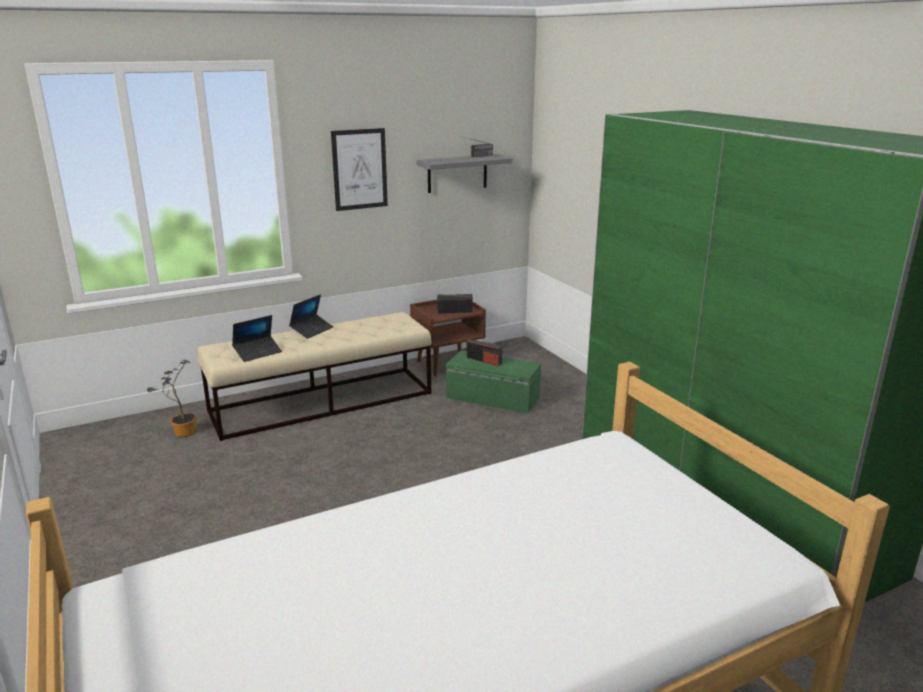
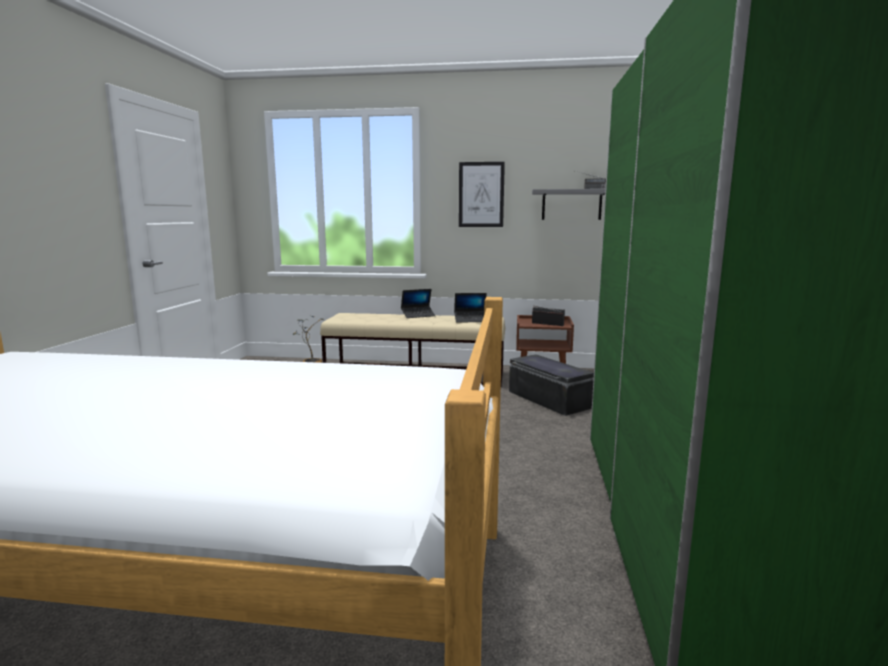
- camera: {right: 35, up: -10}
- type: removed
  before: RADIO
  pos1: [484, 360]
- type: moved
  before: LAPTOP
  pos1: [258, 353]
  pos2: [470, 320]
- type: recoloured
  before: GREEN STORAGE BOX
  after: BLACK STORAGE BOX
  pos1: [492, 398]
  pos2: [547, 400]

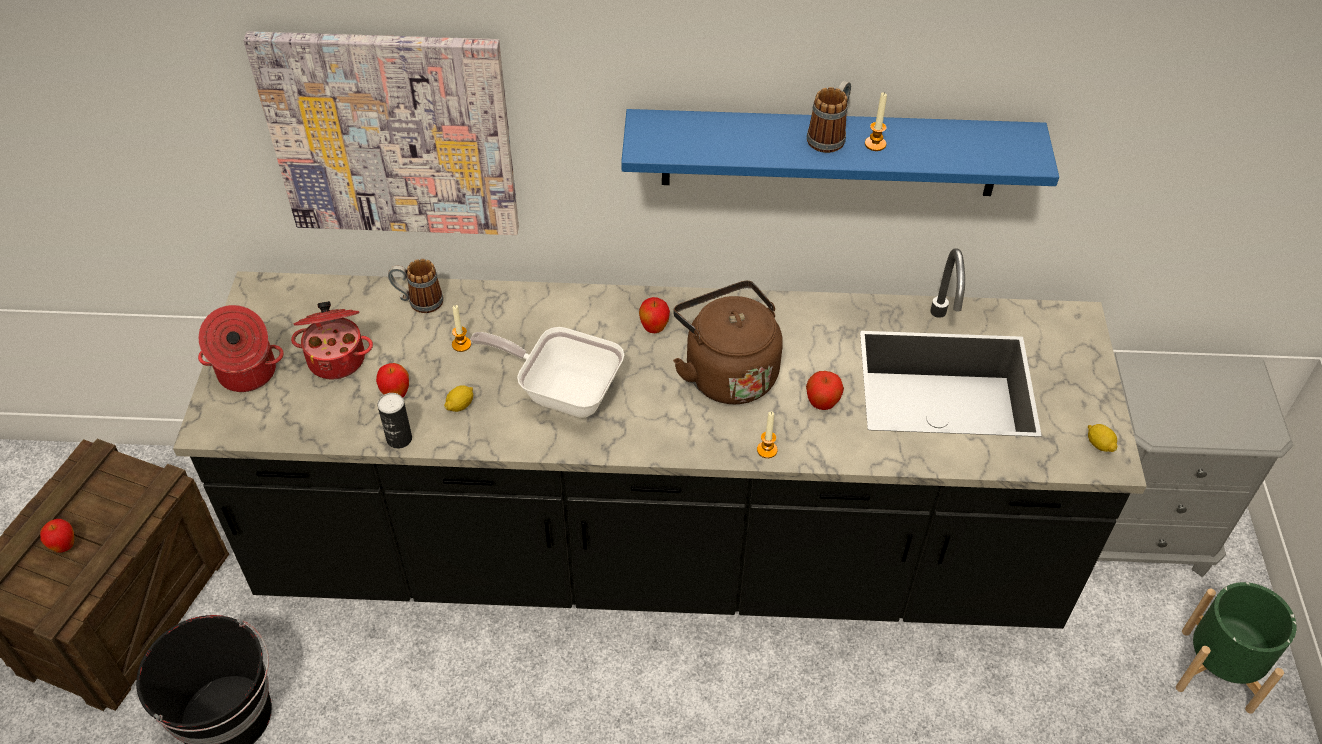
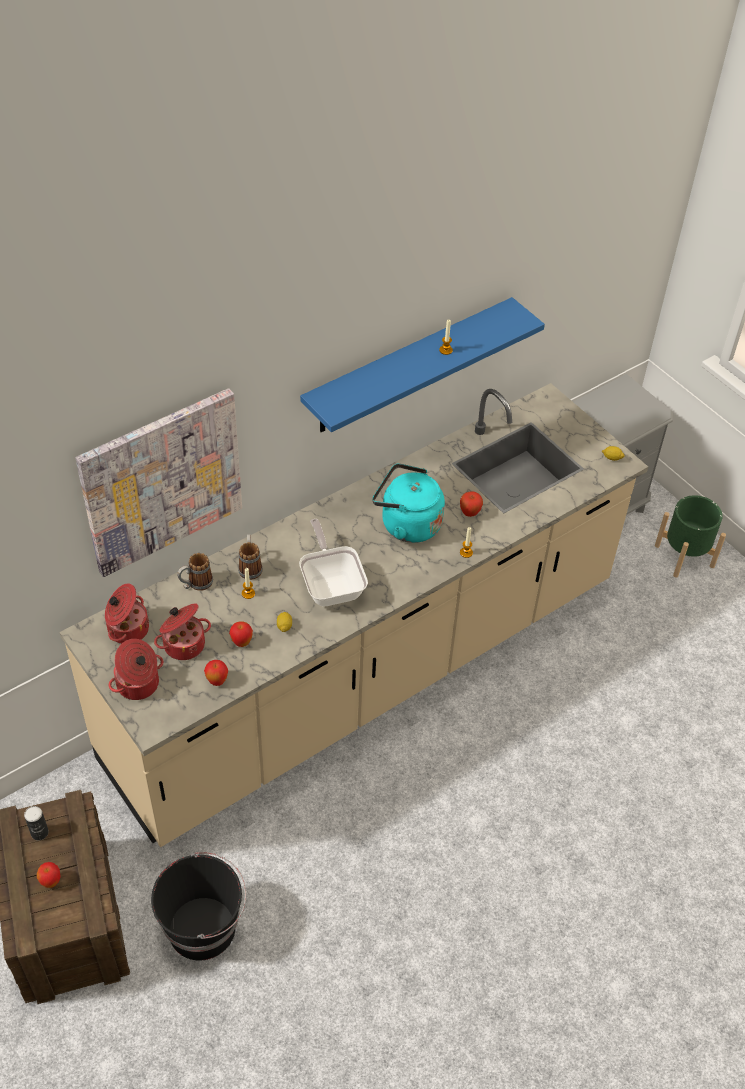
- camera: {right: -40, up: 0}
- type: added
  after: COOKING POT
  pos2: [127, 629]
- type: moved
  before: CAN
  pos1: [399, 439]
  pos2: [39, 832]
- type: moved
  before: APPLE
  pos1: [654, 328]
  pos2: [217, 681]
- type: moved
  before: MUG
  pos1: [830, 136]
  pos2: [250, 566]
- type: recoloured
  before: BLACK COUNTER
  after: BEIGE COUNTER
  pos1: [659, 553]
  pos2: [366, 672]
- type: recoloured
  before: BROWN KETTLE
  after: TURQUOISE KETTLE
  pos1: [727, 372]
  pos2: [407, 524]
- type: turned
  before: FRYING PAN
  pos1: [562, 390]
  pos2: [331, 585]
  turn: 90

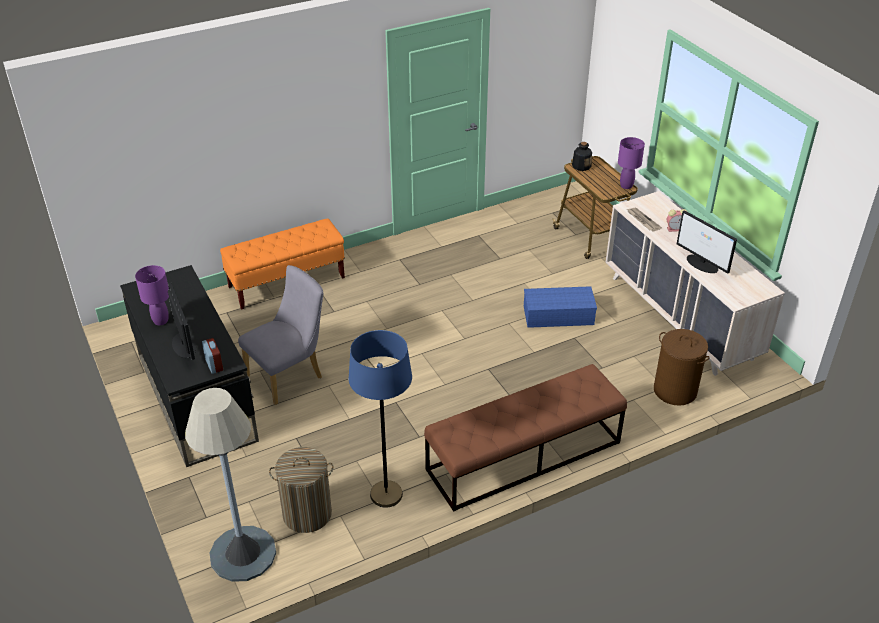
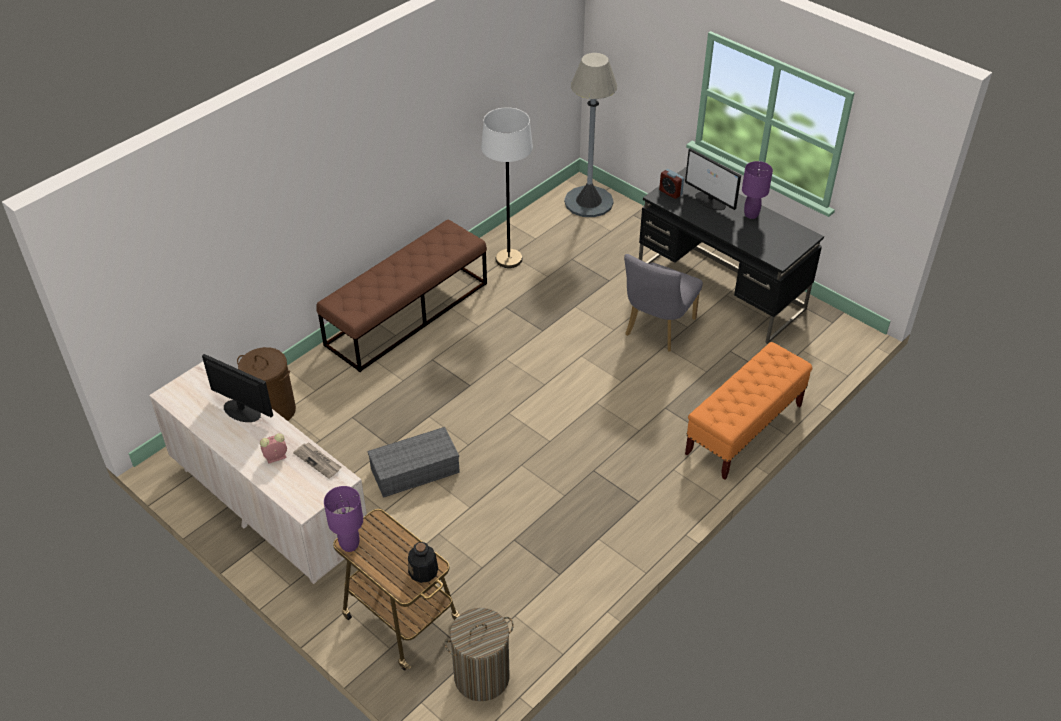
- camera: {right: 160, up: 5}
- type: moved
  before: LAUNDRY BASKET
  pos1: [307, 514]
  pos2: [482, 676]
- type: recoloured
  before: BLUE FLOOR LAMP
  after: WHITE FLOOR LAMP
  pos1: [386, 495]
  pos2: [508, 259]
- type: recoloured
  before: BLUE STORAGE BOX
  after: GREY STORAGE BOX
  pos1: [559, 315]
  pos2: [414, 471]

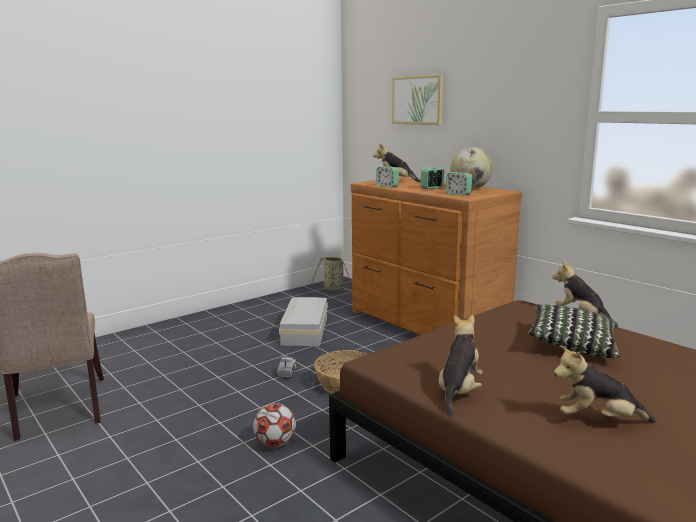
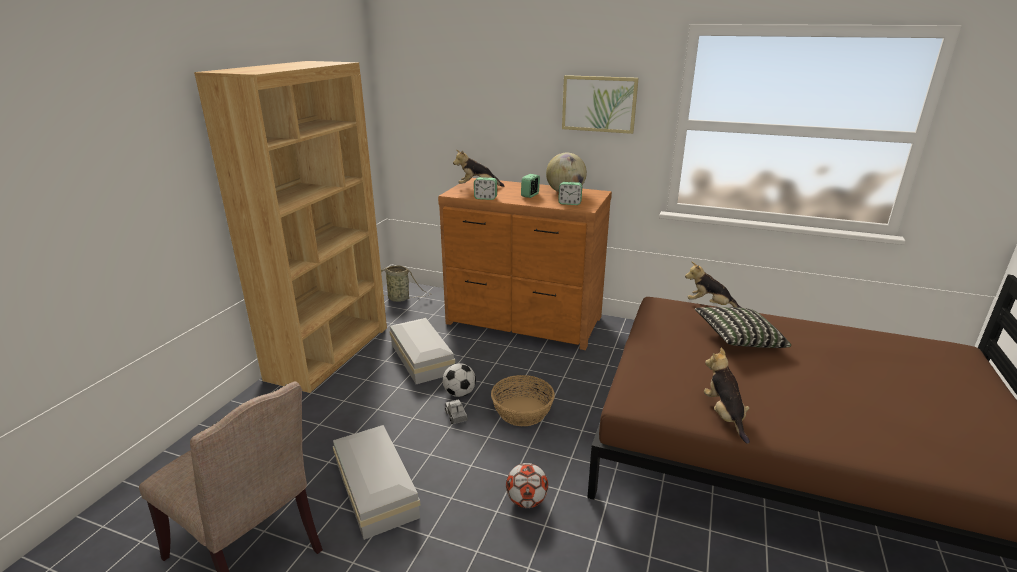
- camera: {right: -30, up: 10}
- type: removed
  before: PLUSH TOY
  pos1: [597, 419]
- type: added
  after: BROWN BOOKCASE
  pos2: [329, 352]
- type: added
  after: WHITE STORAGE BOX
  pos2: [377, 487]
- type: added
  after: FOOTBALL
  pos2: [459, 393]
- type: moved
  before: PICTURE
  pos1: [417, 100]
  pos2: [599, 104]

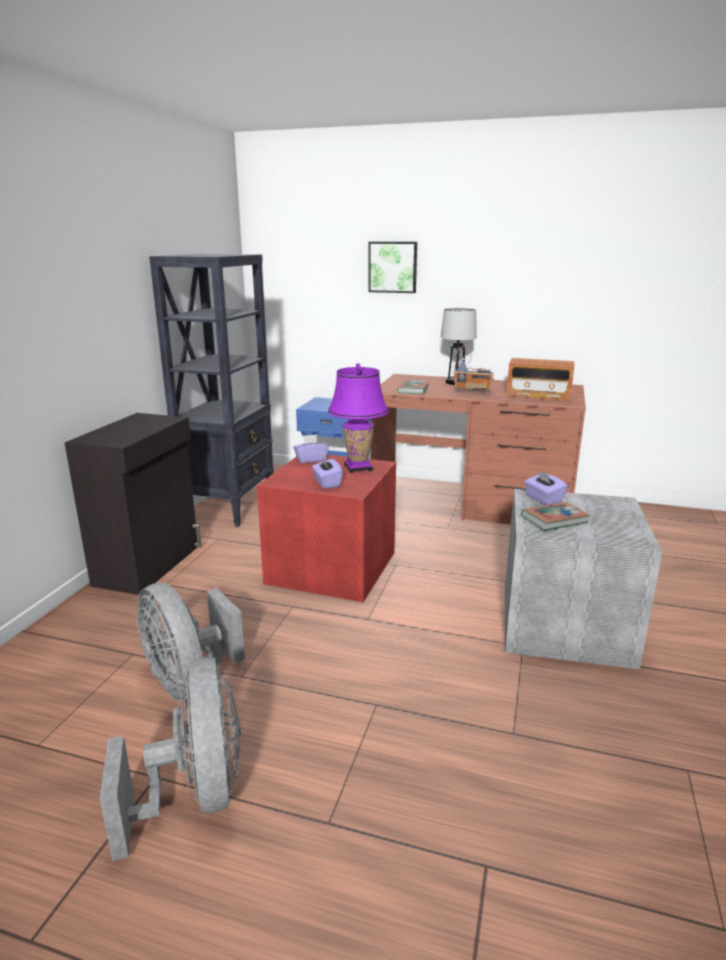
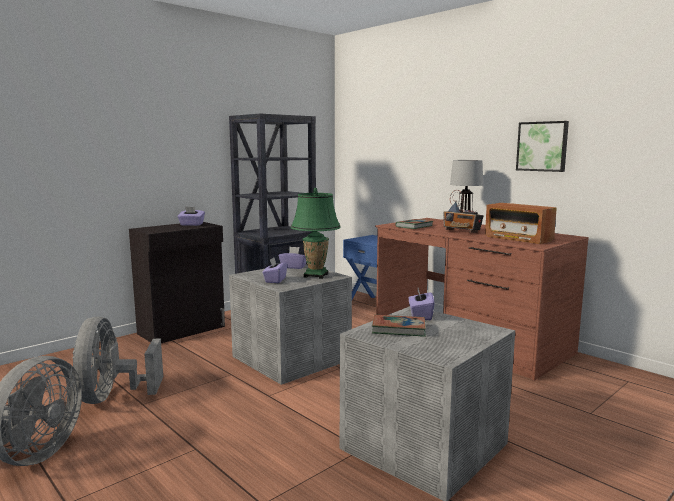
- camera: {right: 30, up: -10}
- type: added
  after: PURPLE TISSUE BOX
  pos2: [191, 224]
- type: moved
  before: PICTURE
  pos1: [393, 267]
  pos2: [542, 146]
- type: recoloured
  before: RED STORAGE BOX
  after: GREY STORAGE BOX
  pos1: [330, 566]
  pos2: [291, 357]
- type: recoloured
  before: PURPLE TABLE LAMP
  after: GREEN TABLE LAMP
  pos1: [358, 468]
  pos2: [316, 275]

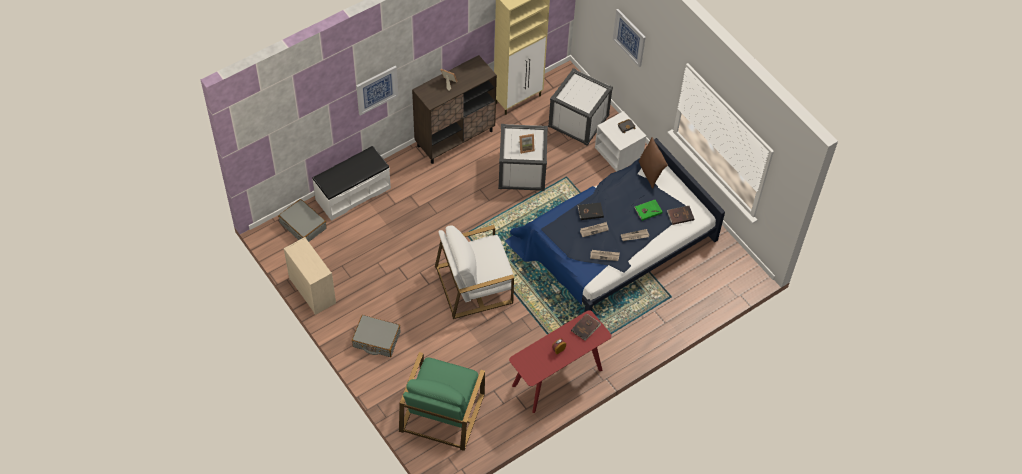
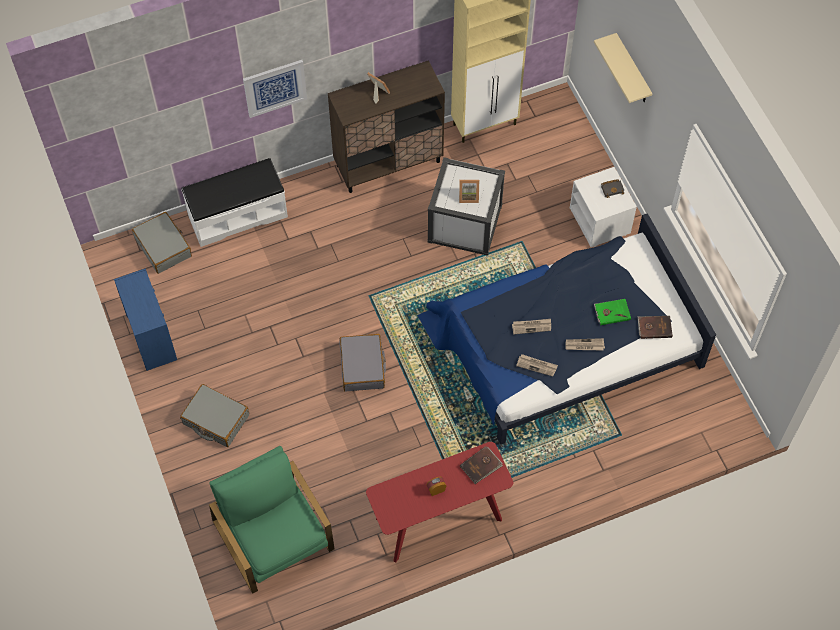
- camera: {right: 15, up: 5}
- type: removed
  before: WHITE STORAGE BOX
  pos1: [579, 120]
- type: removed
  before: BLACK BOOK
  pos1: [590, 211]
- type: removed
  before: BROWN PILLOW
  pos1: [650, 173]
- type: replaced
  before: WHITE ARMCHAIR
  after: GREY SUITCASE
  pos1: [474, 283]
  pos2: [362, 367]
- type: replaced
  before: PICTURE
  after: BEIGE SHELF
  pos1: [629, 37]
  pos2: [632, 70]
- type: recoloured
  before: BEIGE DRESSER
  after: BLUE DRESSER
  pos1: [312, 290]
  pos2: [151, 337]
- type: turned
  before: GREEN ARMCHAIR
  pos1: [441, 411]
  pos2: [274, 535]
  turn: 120

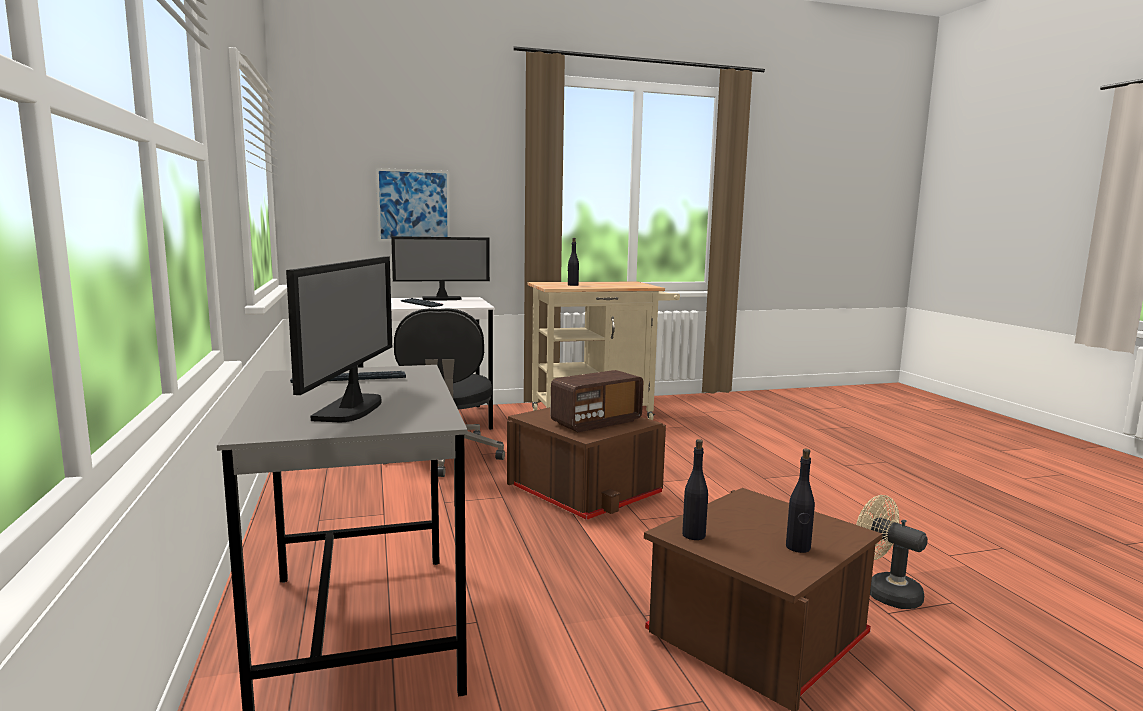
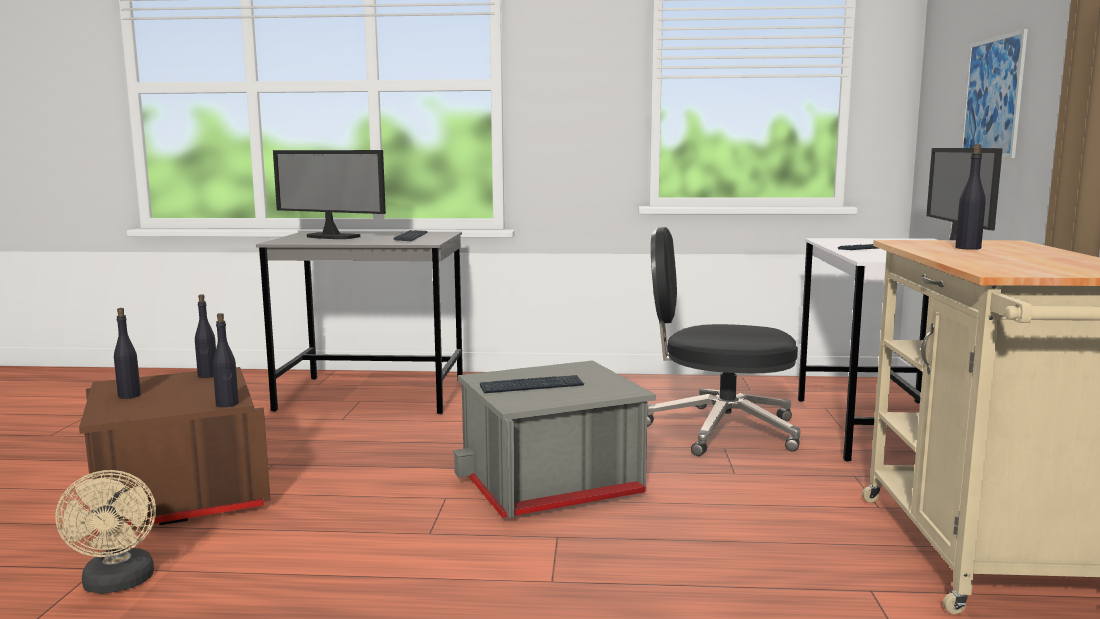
- camera: {right: 110, up: 0}
- type: added
  after: BLACK BOTTLE
  pos2: [227, 404]
- type: replaced
  before: RADIO
  after: KEYBOARD
  pos1: [596, 422]
  pos2: [532, 386]
- type: recoloured
  before: BROWN STORAGE BOX
  after: GREY STORAGE BOX
  pos1: [584, 491]
  pos2: [553, 483]
- type: turned
  before: BEIGE FAN
  pos1: [885, 593]
  pos2: [118, 584]
  turn: 90

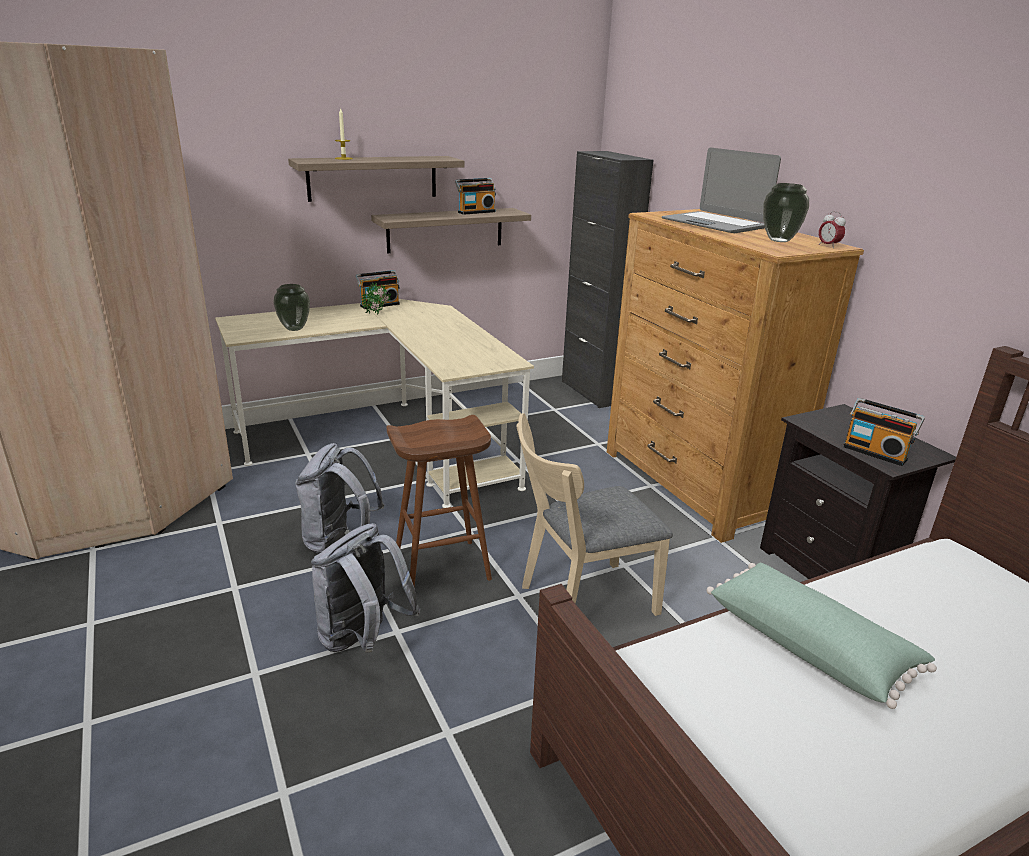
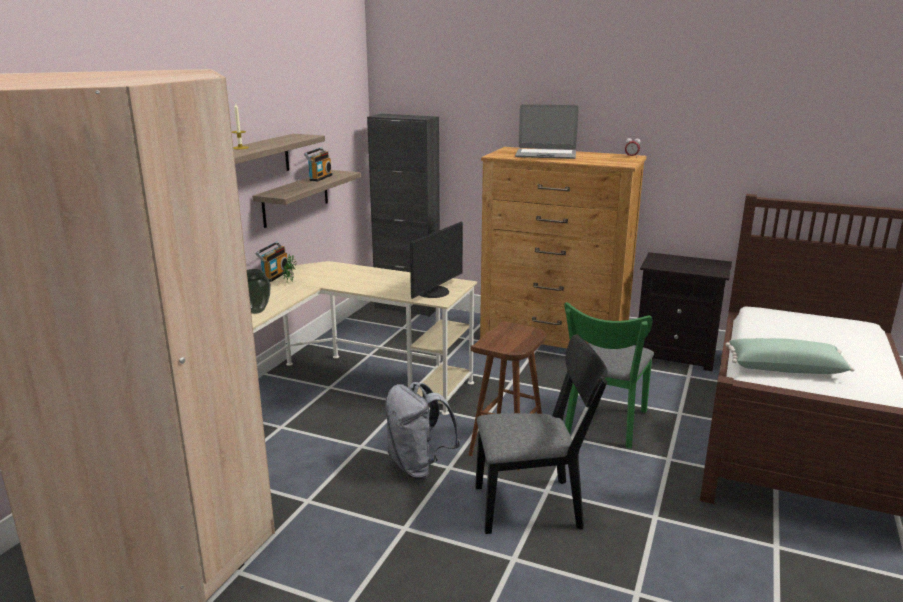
- camera: {right: -40, up: -5}
- type: removed
  before: VASE
  pos1: [779, 240]
- type: removed
  before: RADIO
  pos1: [875, 452]
- type: added
  after: MONITOR
  pos2: [434, 292]
- type: replaced
  before: GREY BACKPACK
  after: BLACK CHAIR
  pos1: [362, 639]
  pos2: [536, 505]
- type: recoloured
  before: BEIGE CHAIR
  after: GREEN CHAIR
  pos1: [579, 602]
  pos2: [604, 425]

